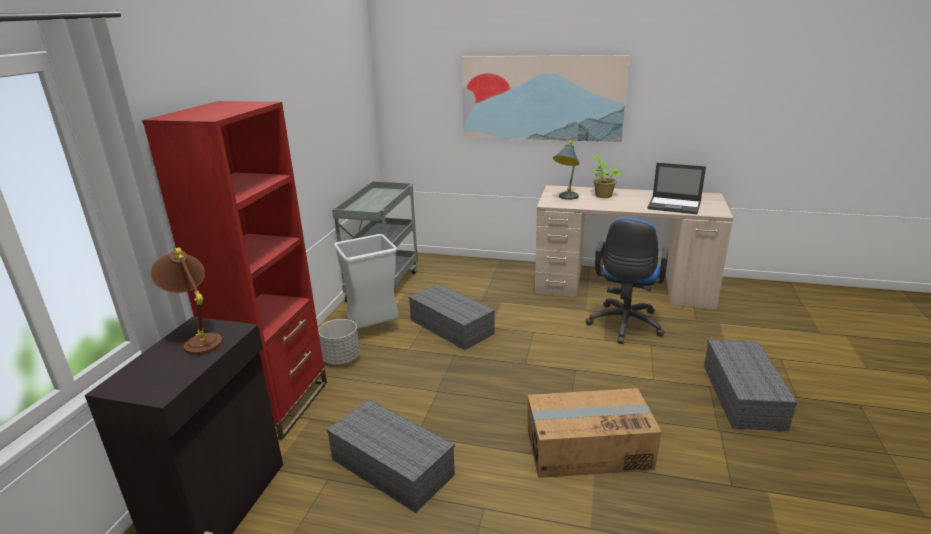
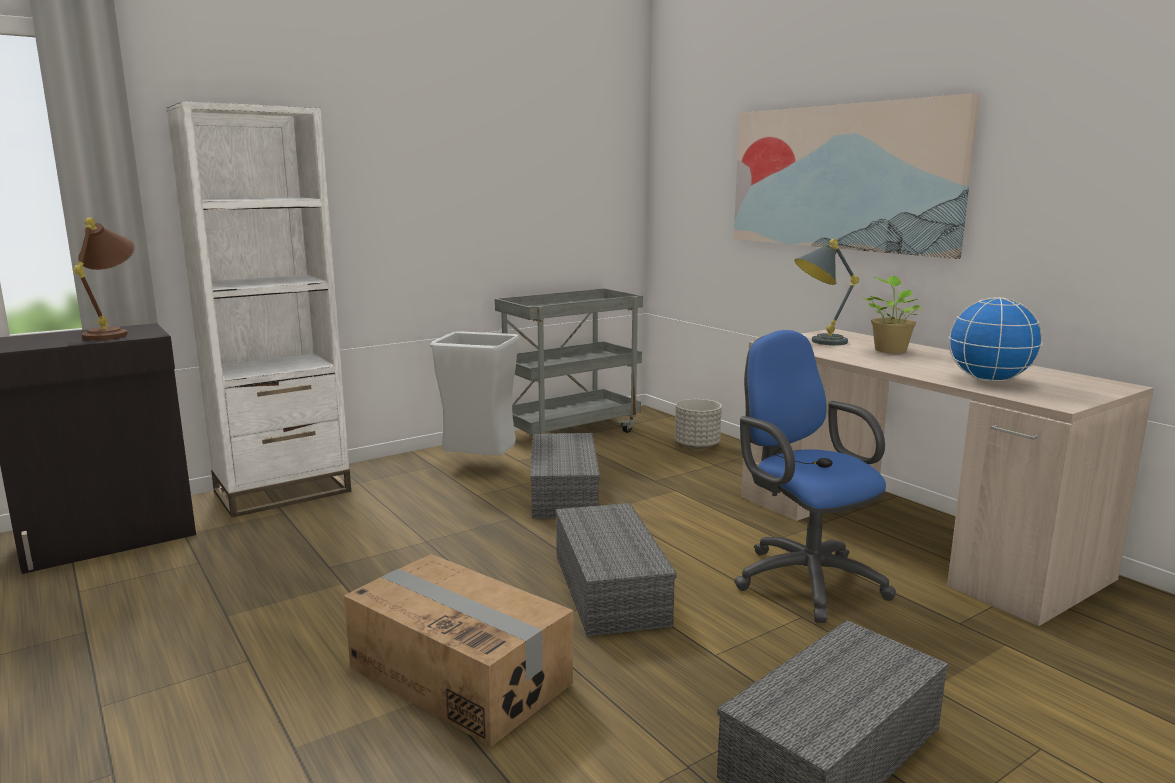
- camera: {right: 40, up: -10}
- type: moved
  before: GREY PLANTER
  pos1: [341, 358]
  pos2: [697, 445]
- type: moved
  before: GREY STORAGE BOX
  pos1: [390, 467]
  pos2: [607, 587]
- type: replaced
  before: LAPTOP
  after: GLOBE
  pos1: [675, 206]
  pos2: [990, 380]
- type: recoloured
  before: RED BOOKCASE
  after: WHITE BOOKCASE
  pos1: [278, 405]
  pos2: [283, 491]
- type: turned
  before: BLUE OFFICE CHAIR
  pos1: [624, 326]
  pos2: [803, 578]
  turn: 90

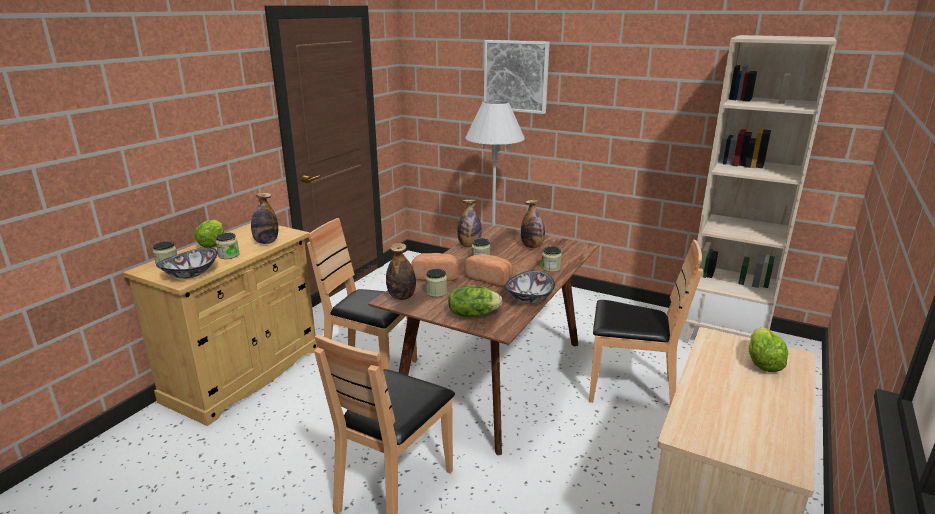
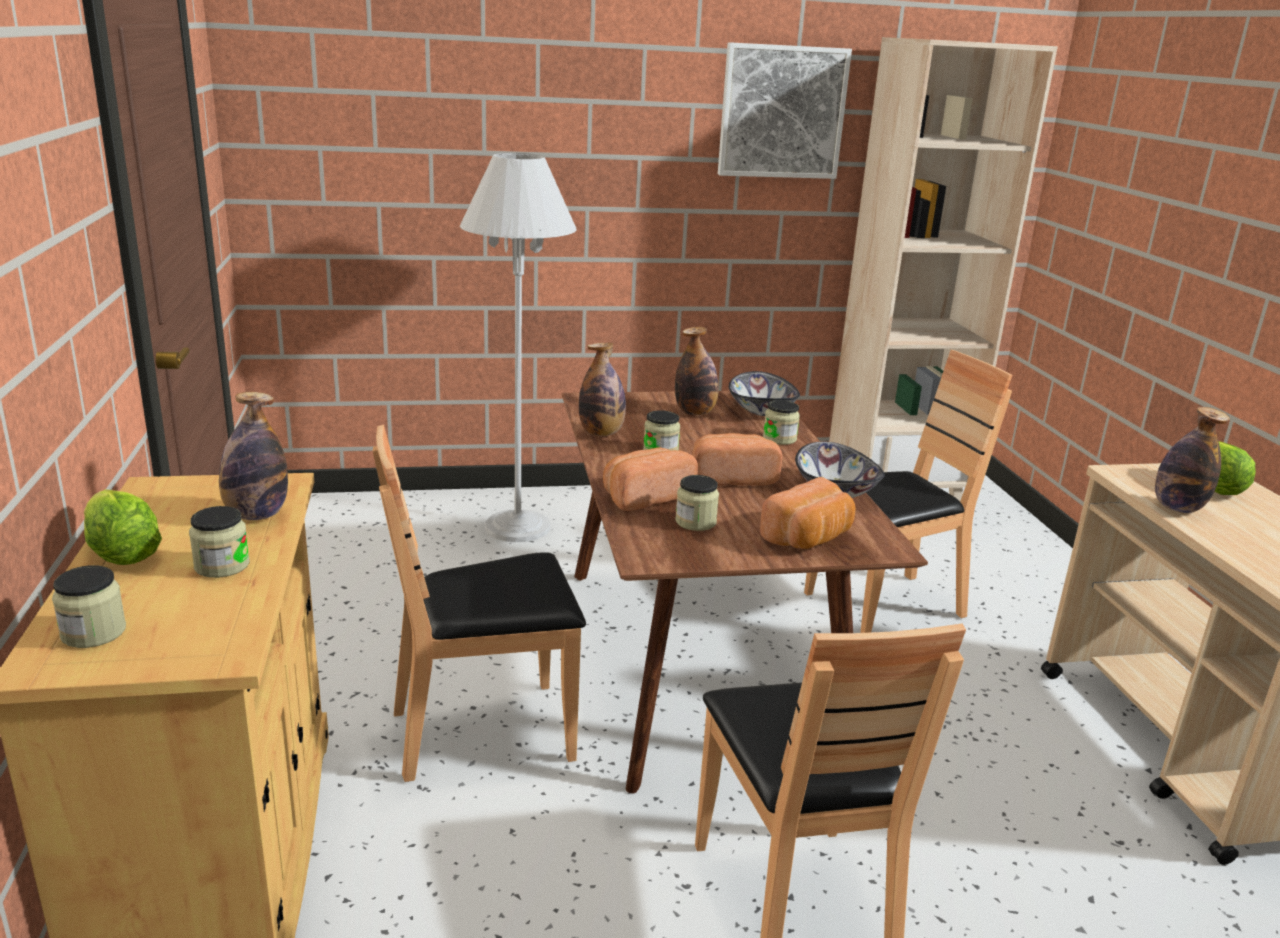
- camera: {right: -40, up: 0}
- type: moved
  before: BOWL
  pos1: [190, 274]
  pos2: [760, 410]
- type: moved
  before: BOTTLE
  pos1: [401, 297]
  pos2: [1177, 508]
- type: moved
  before: PICTURE
  pos1: [516, 76]
  pos2: [782, 112]
- type: replaced
  before: LETTUCE
  after: BREAD
  pos1: [472, 314]
  pos2: [809, 538]

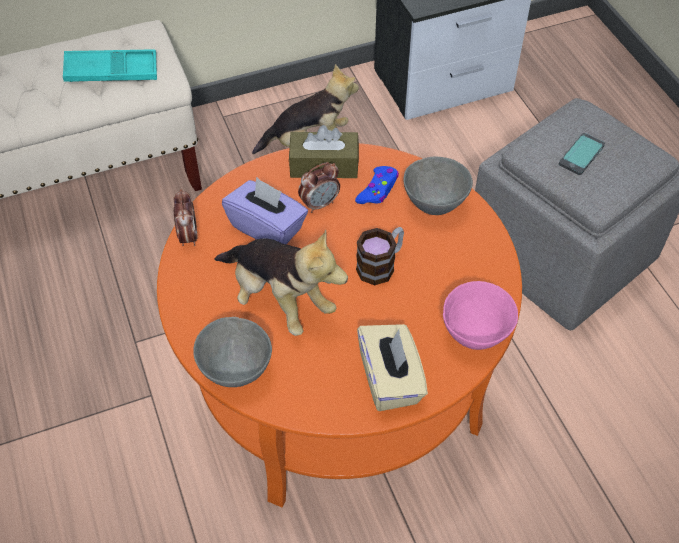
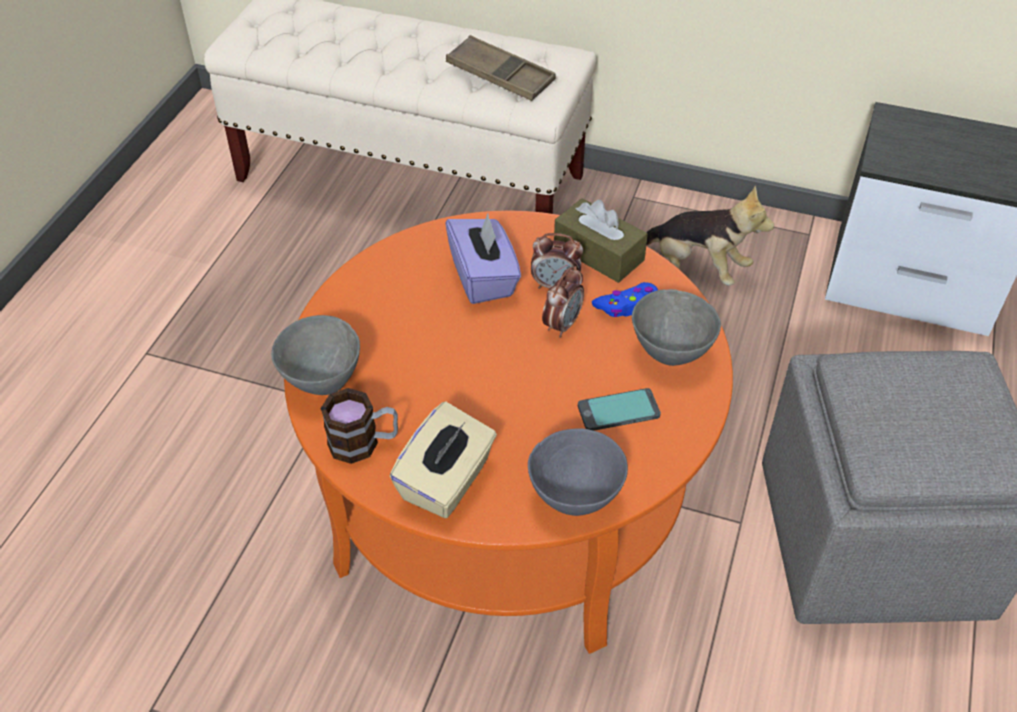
- camera: {right: 40, up: -5}
- type: removed
  before: PLUSH TOY
  pos1: [279, 300]
- type: moved
  before: ALARM CLOCK
  pos1: [188, 236]
  pos2: [562, 324]
- type: moved
  before: MUG
  pos1: [381, 265]
  pos2: [364, 443]
- type: moved
  before: PHONE
  pos1: [581, 155]
  pos2: [618, 411]
- type: recoloured
  before: TURQUOISE TRAY
  after: BROWN TRAY
  pos1: [112, 72]
  pos2: [500, 75]
- type: recoloured
  before: PINK BOWL
  after: GREY BOWL
  pos1: [475, 335]
  pos2: [575, 499]

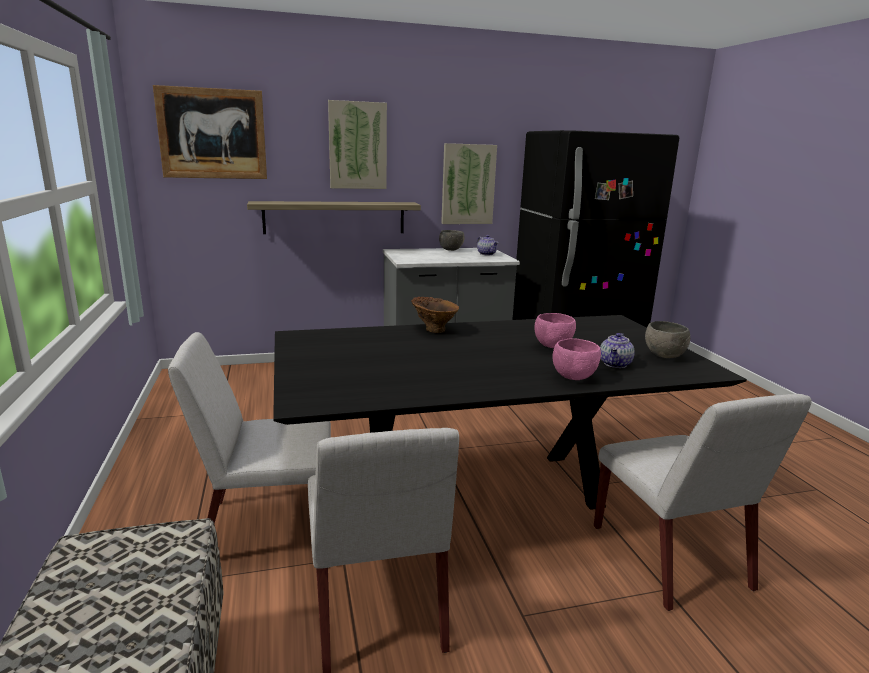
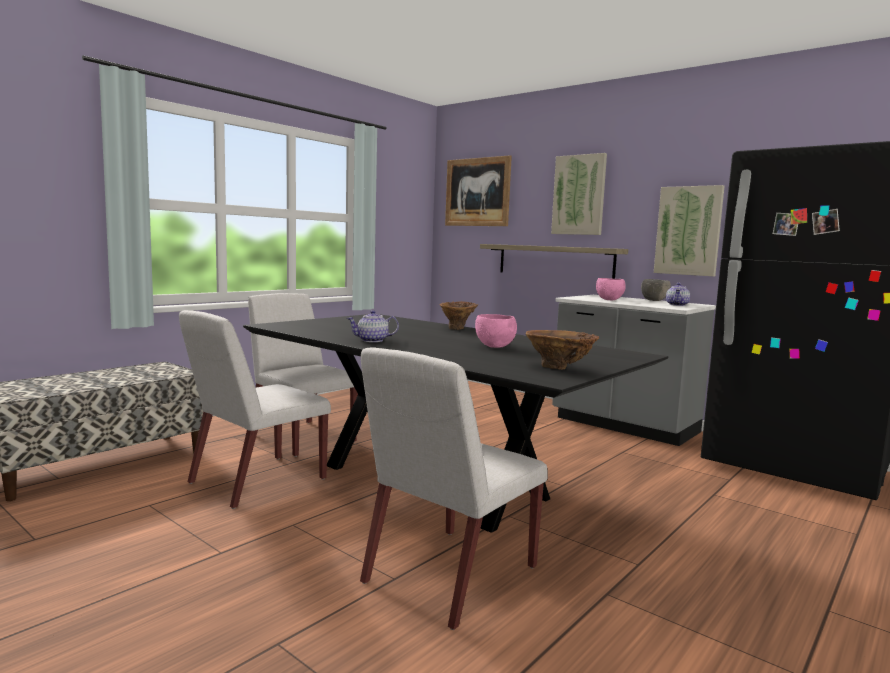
- camera: {right: 55, up: -10}
- type: moved
  before: PINK BOWL
  pos1: [574, 377]
  pos2: [609, 300]
- type: moved
  before: TEAPOT
  pos1: [615, 364]
  pos2: [372, 340]
- type: replaced
  before: GREY BOWL
  after: BROWN VASE
  pos1: [664, 356]
  pos2: [559, 368]

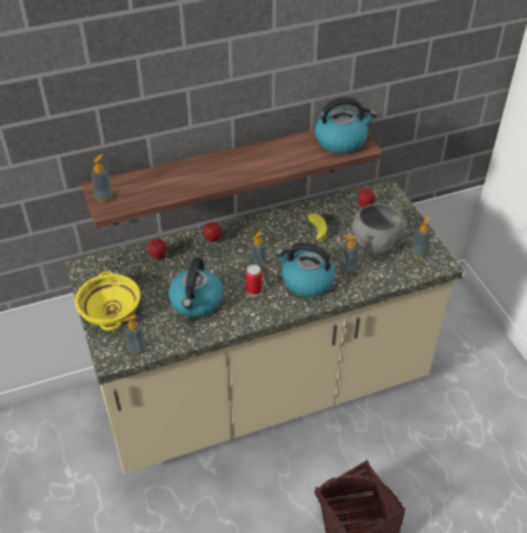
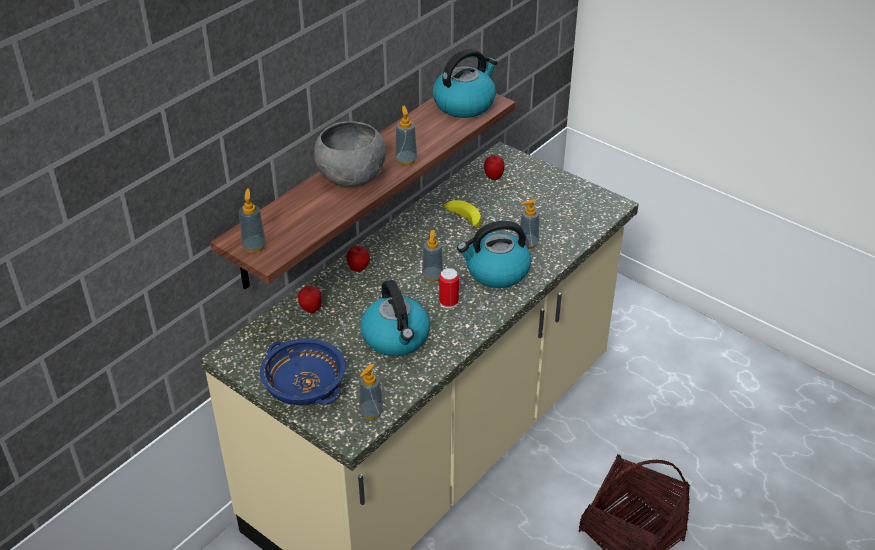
- camera: {right: -30, up: -5}
- type: moved
  before: GREY BOWL
  pos1: [377, 243]
  pos2: [352, 176]
- type: moved
  before: SOAP DISPENSER
  pos1: [419, 253]
  pos2: [406, 160]
- type: recoloured
  before: YELLOW BOWL
  after: BLUE BOWL
  pos1: [110, 310]
  pos2: [304, 386]

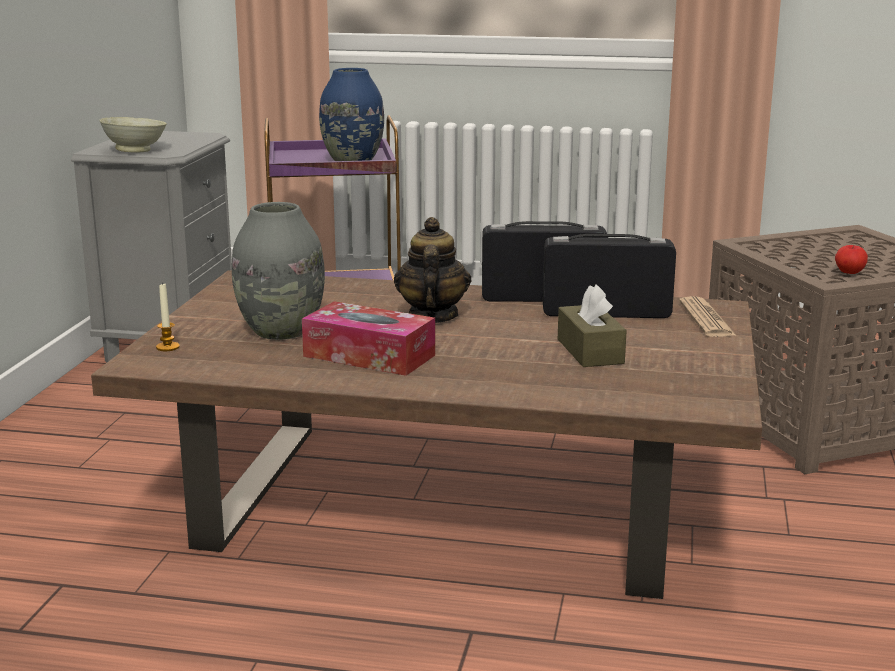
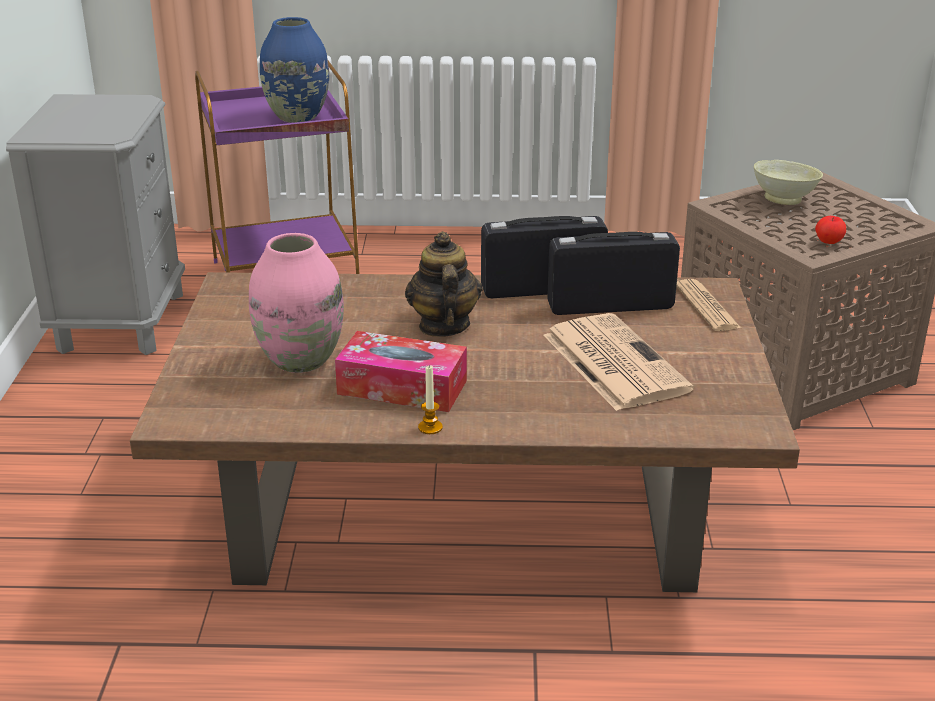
- camera: {right: -10, up: 10}
- type: moved
  before: BEIGE BOWL
  pos1: [136, 151]
  pos2: [785, 200]
- type: moved
  before: CANDLE
  pos1: [167, 347]
  pos2: [430, 427]
- type: replaced
  before: BROWN TISSUE BOX
  after: NEWSPAPER
  pos1: [590, 351]
  pos2: [612, 362]
- type: recoloured
  before: GREY VASE
  after: PINK VASE
  pos1: [280, 332]
  pos2: [300, 360]

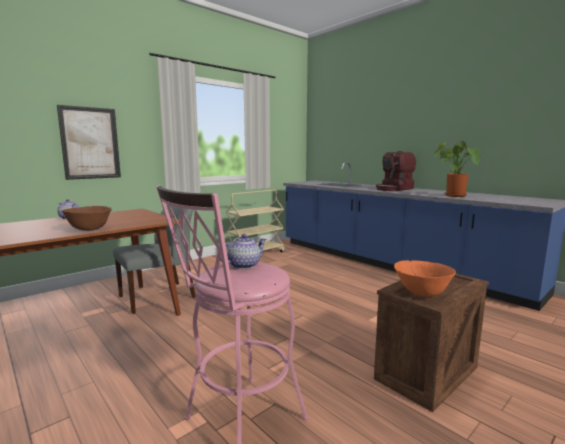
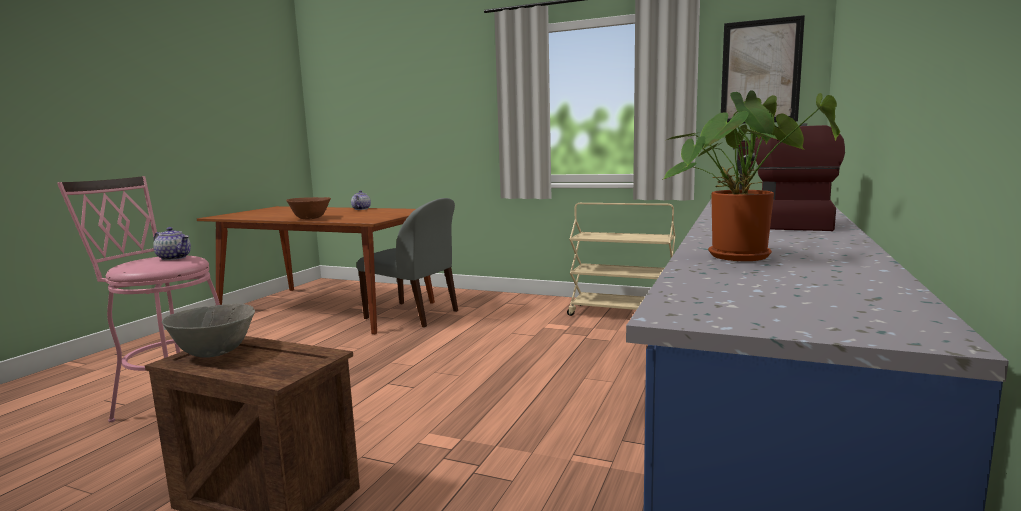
- camera: {right: 65, up: 0}
- type: moved
  before: PICTURE
  pos1: [90, 143]
  pos2: [760, 72]
- type: recoloured
  before: ORANGE BOWL
  after: GREY BOWL
  pos1: [421, 293]
  pos2: [214, 353]

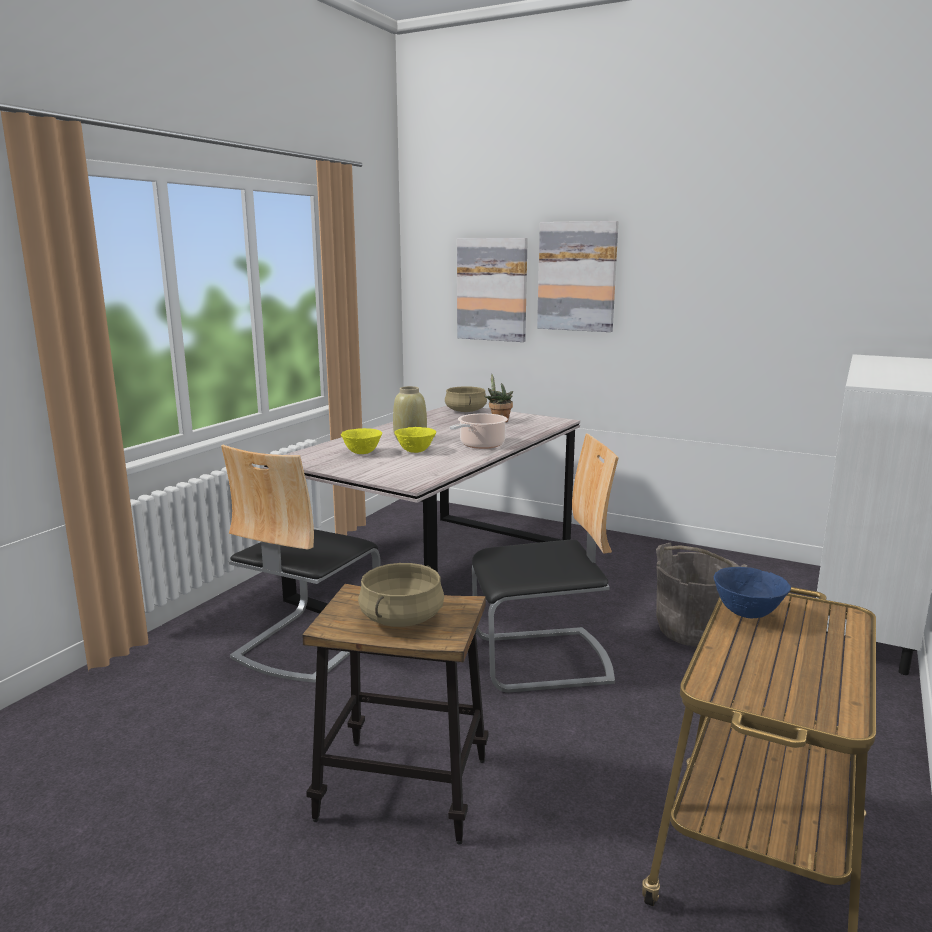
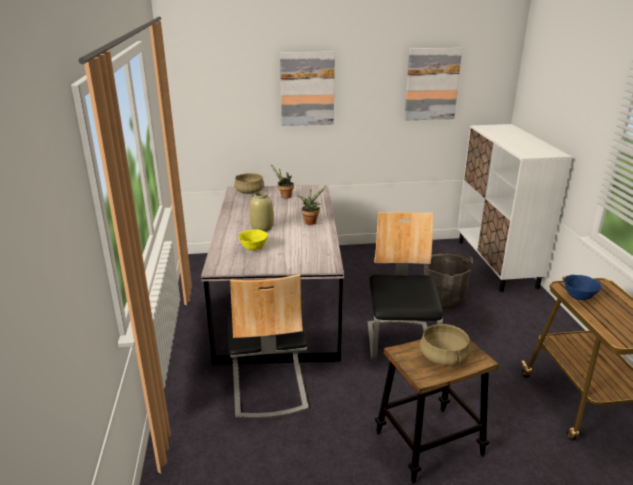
- camera: {right: -35, up: 10}
- type: removed
  before: YELLOW BOWL
  pos1: [416, 451]
- type: moved
  before: PICTURE
  pos1: [492, 289]
  pos2: [432, 84]
- type: replaced
  before: COOKING POT
  after: POTTED PLANT
  pos1: [480, 445]
  pos2: [311, 222]
- type: turned
  before: CHAIR
  pos1: [542, 660]
  pos2: [400, 342]
  turn: -45

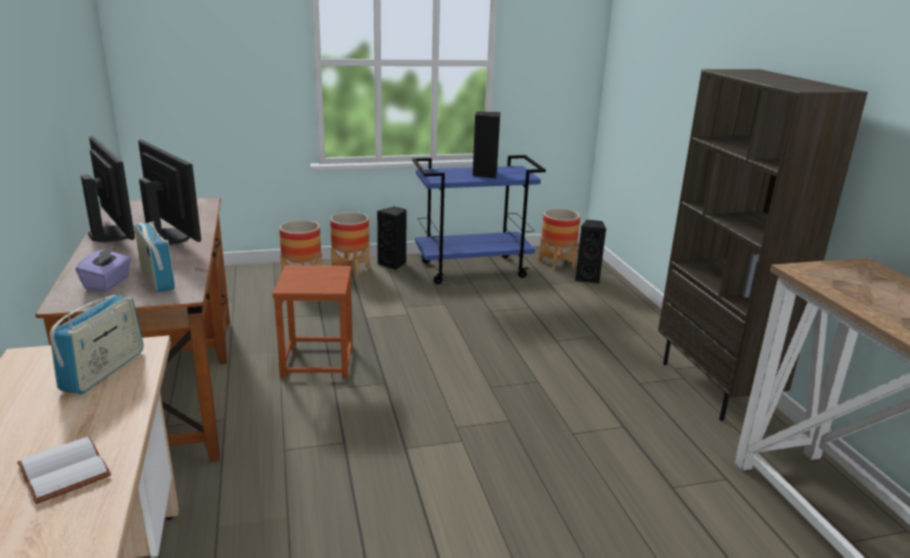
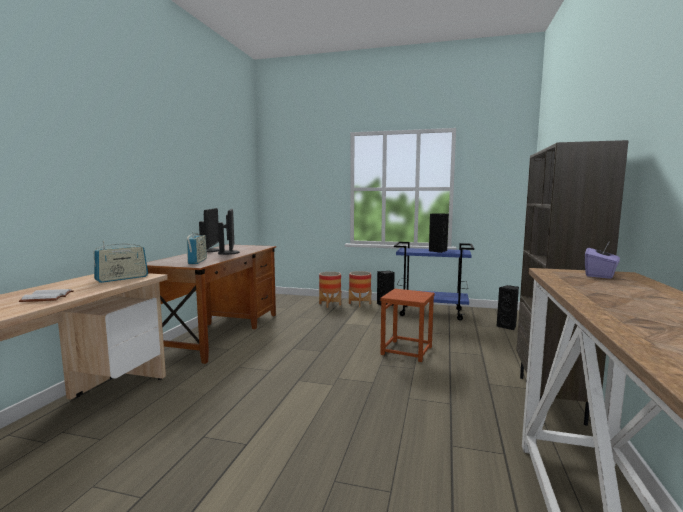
- camera: {right: 30, up: -15}
- type: removed
  before: PLANTER
  pos1: [557, 263]
- type: moved
  before: PURPLE TISSUE BOX
  pos1: [108, 283]
  pos2: [600, 275]
- type: moved
  before: BROWN STOOL
  pos1: [318, 361]
  pos2: [407, 351]

